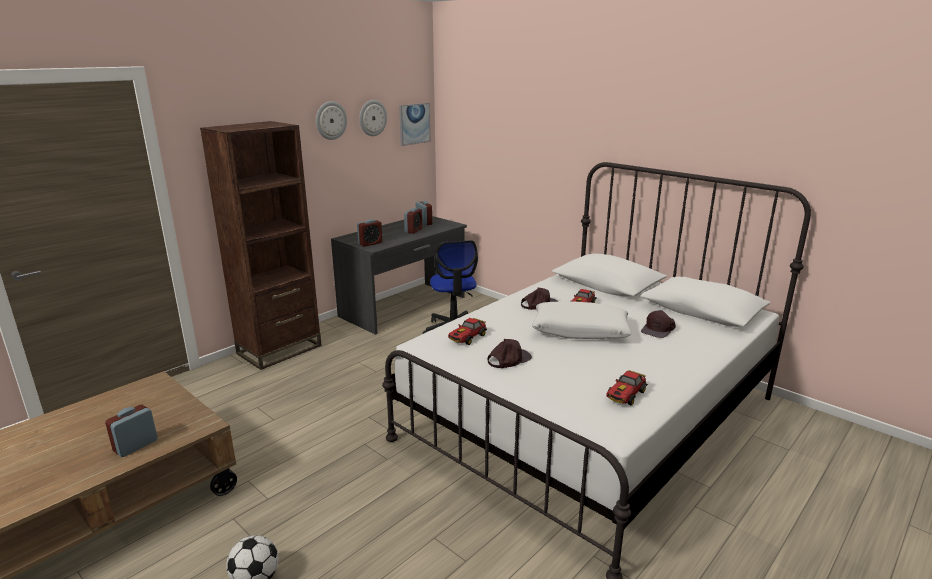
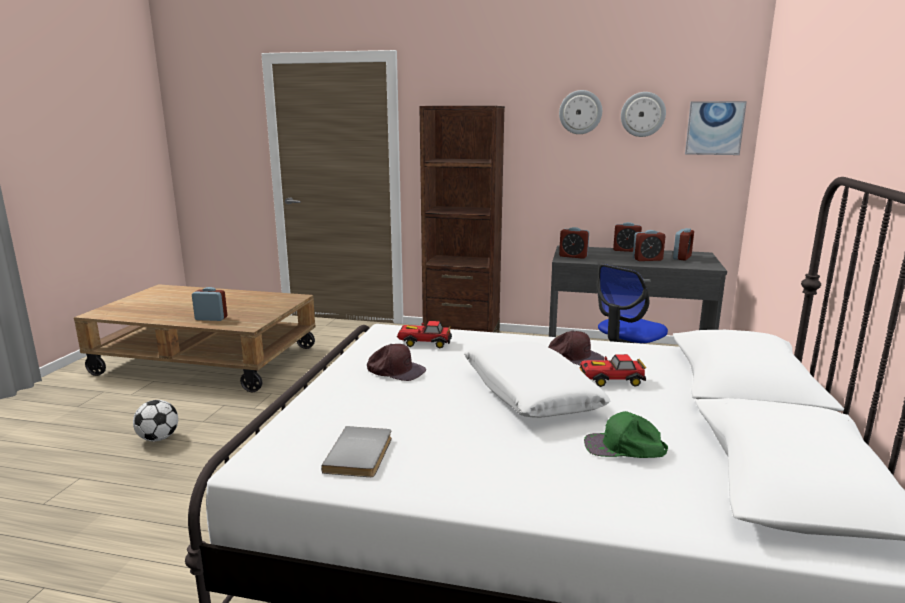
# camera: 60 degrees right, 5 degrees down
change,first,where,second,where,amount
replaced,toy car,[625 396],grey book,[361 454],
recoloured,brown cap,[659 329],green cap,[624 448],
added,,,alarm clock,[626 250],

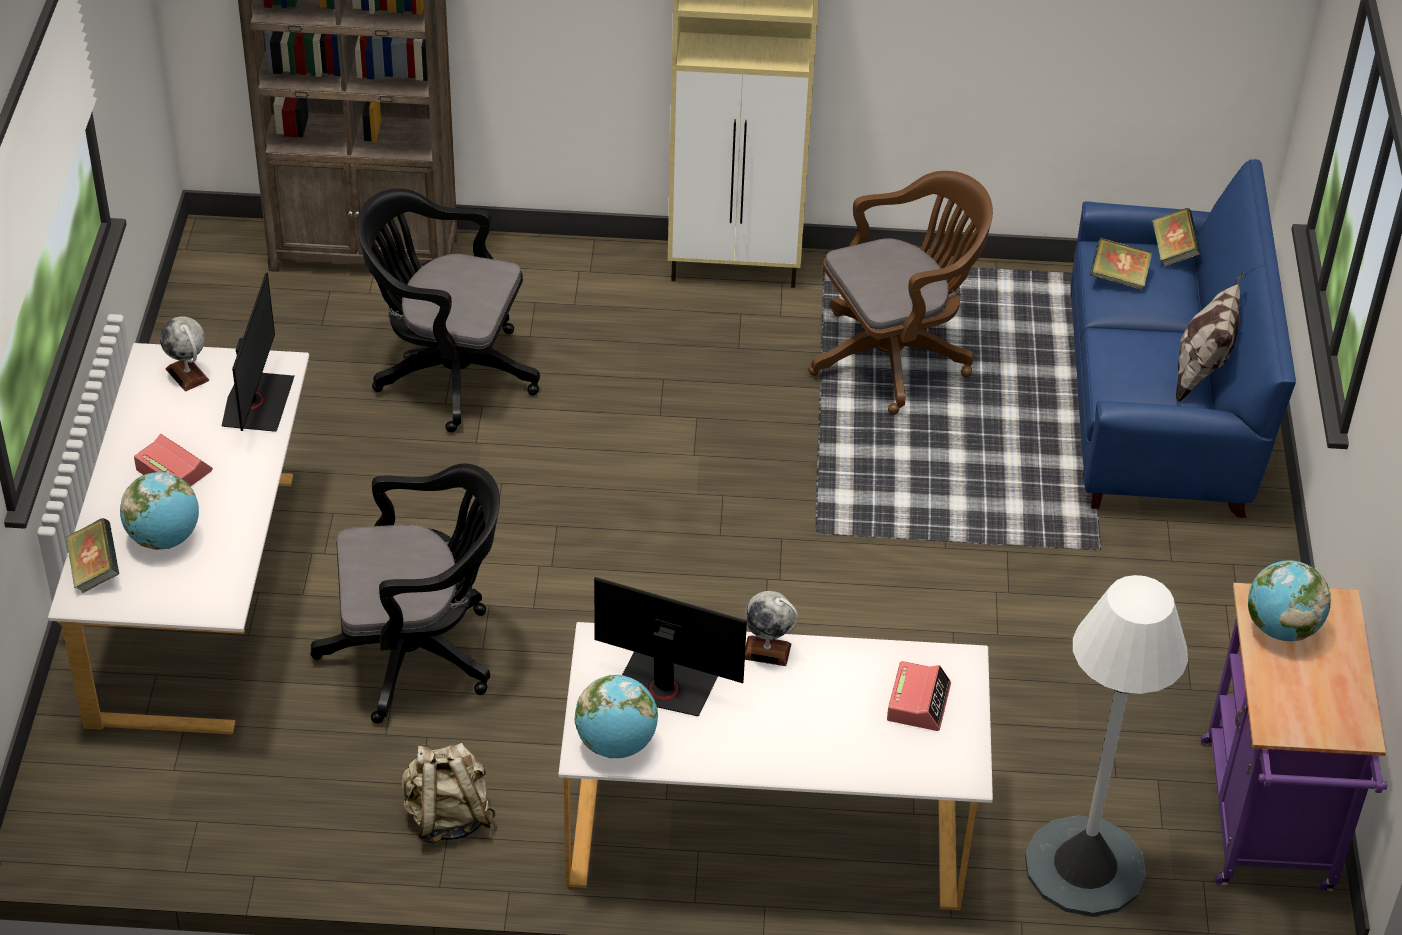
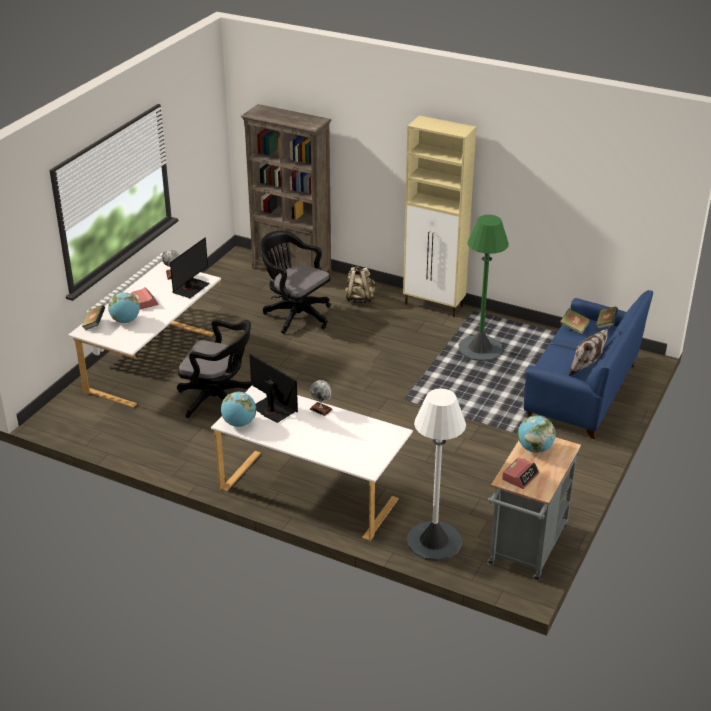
# camera: 25 degrees right, 10 degrees down
change,first,where,second,where,amount
moved,beige backpack,[447 817],,[359 299],
replaced,brown office chair,[896 356],green floor lamp,[480 349],
moved,alarm clock,[918 702],,[520 476],
recoloured,purple cart,[1268 827],grey cart,[526 550],

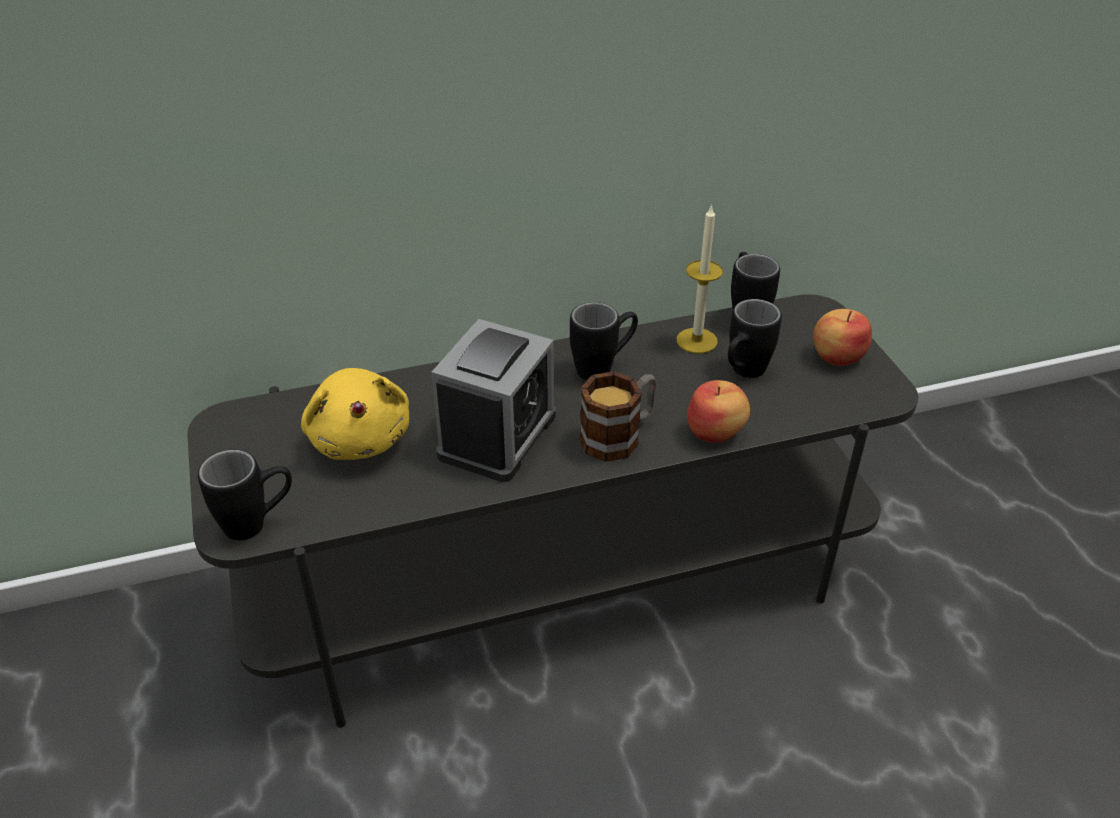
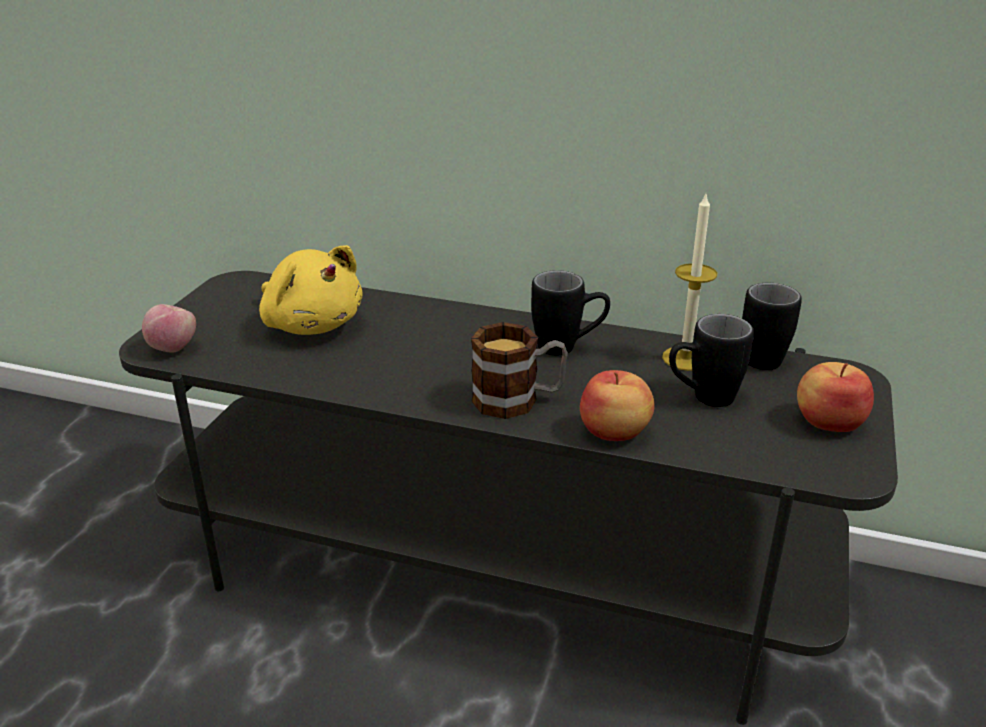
# camera: 35 degrees right, 10 degrees down
change,first,where,second,where,amount
replaced,black mug,[258 523],apple,[173 348],
turned,yellow plush toy,[360 437],,[311 324],60 degrees counterclockwise
removed,alarm clock,[497 435],,,

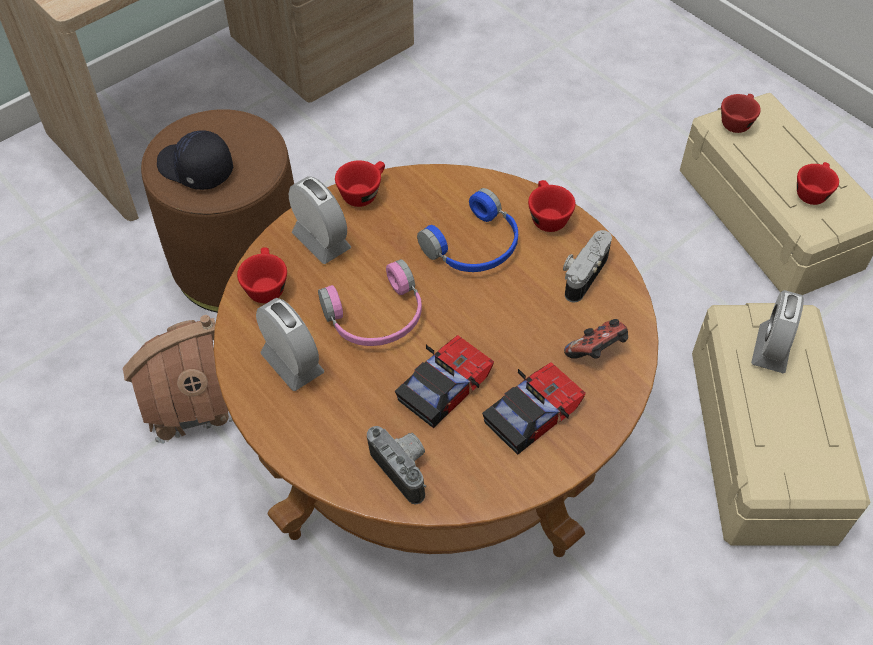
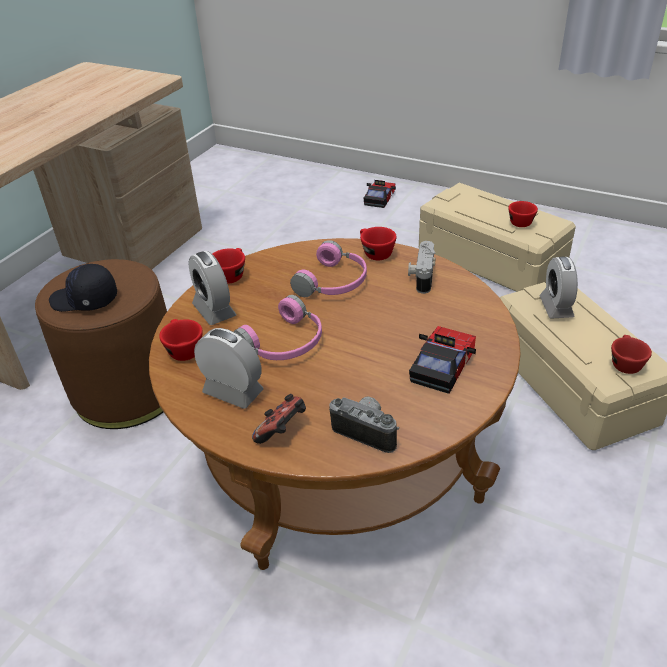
# camera: 20 degrees left, 15 degrees down
change,first,where,second,where,amount
removed,toy house,[189 402],,,
turned,alarm clock,[321 241],,[214 310],150 degrees counterclockwise
moved,toy car,[444 386],,[379 197],
recoloured,blue headphones,[475 247],pink headphones,[334 282],
moved,game controller,[597 351],,[283 431],
moved,red cup,[737 121],,[624 363],

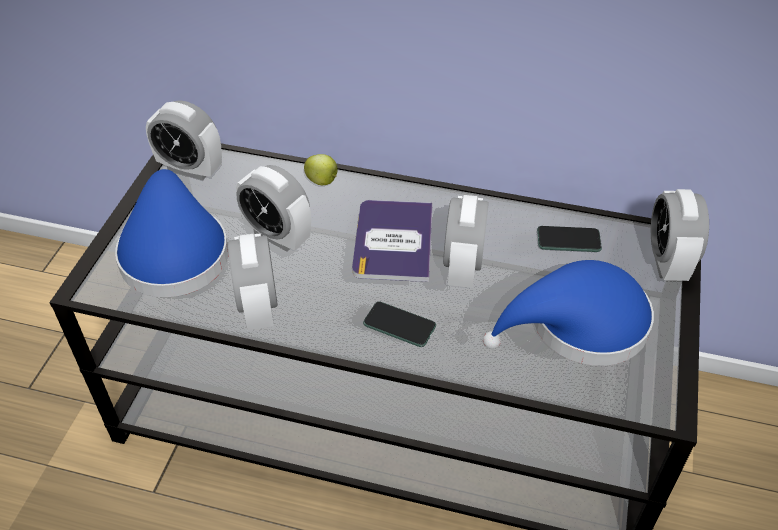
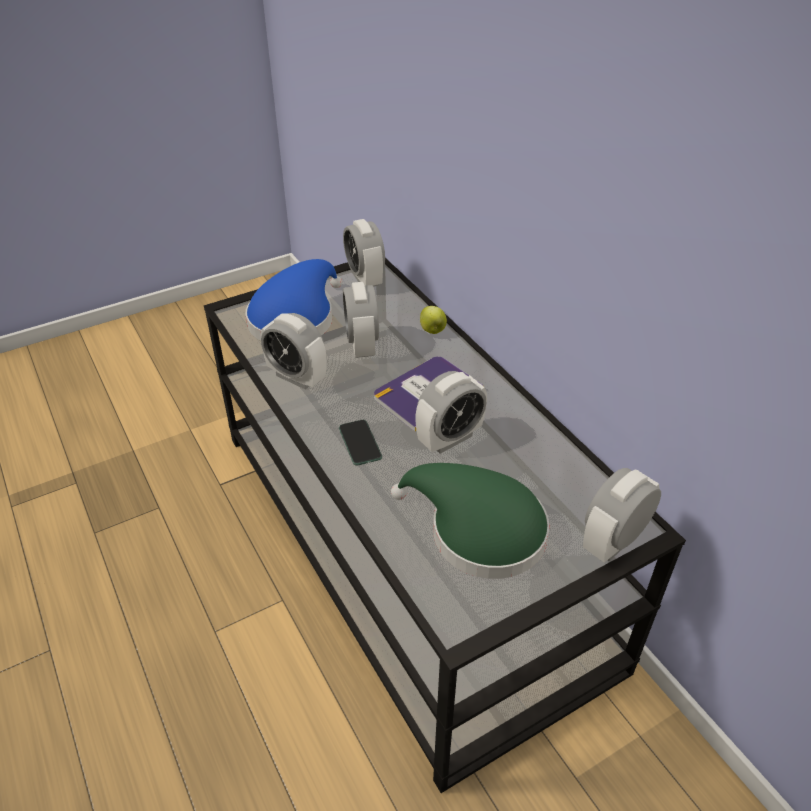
# camera: 45 degrees right, 5 degrees down
change,first,where,second,where,amount
turned,alarm clock,[258 307],,[297 377],90 degrees counterclockwise
recoloured,blue hat,[579 325],green hat,[478 530],
removed,phone,[568 240],,,

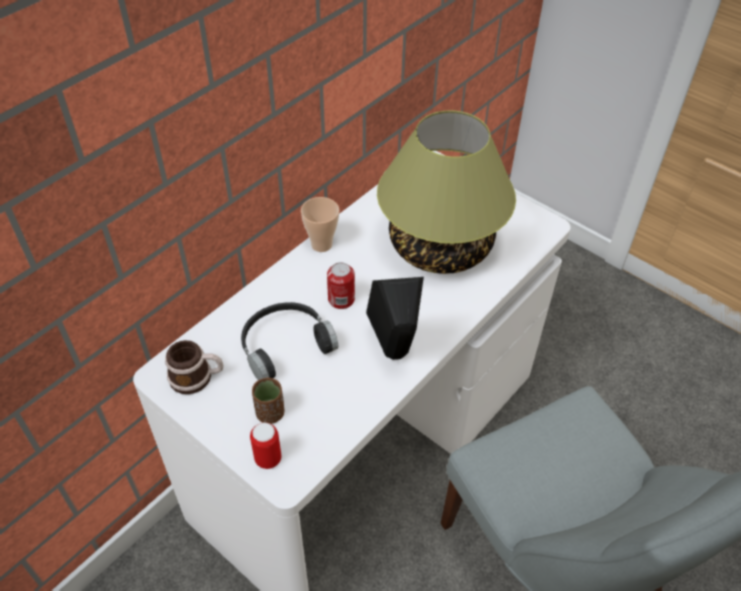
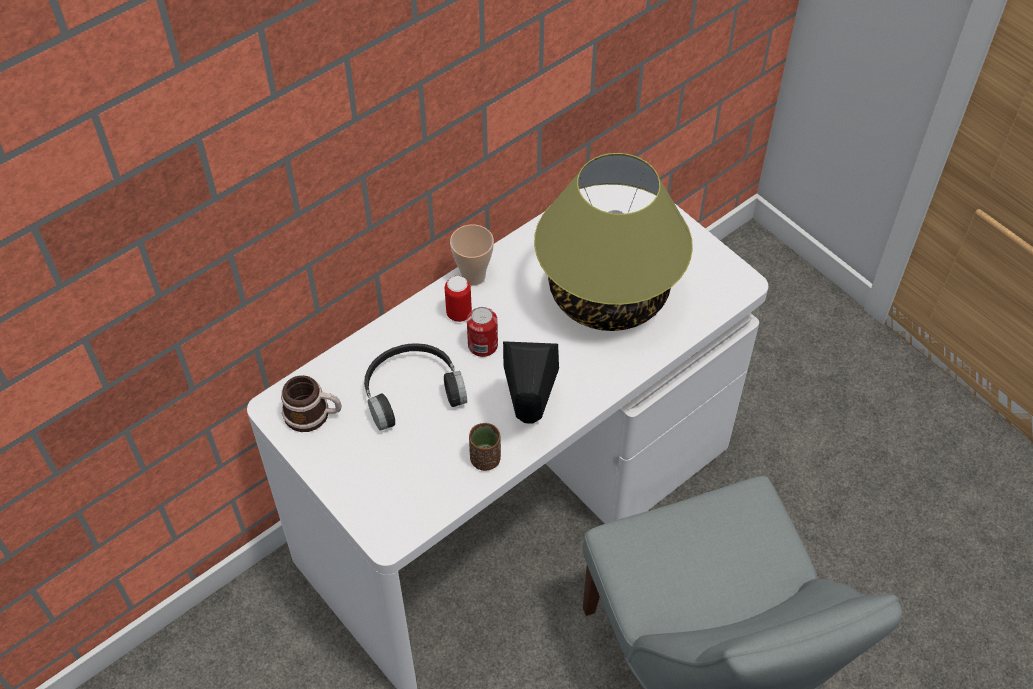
# camera: 10 degrees right, 5 degrees up
change,first,where,second,where,amount
moved,can,[268 459],,[459 314],
moved,brown cup,[270 413],,[485 459],

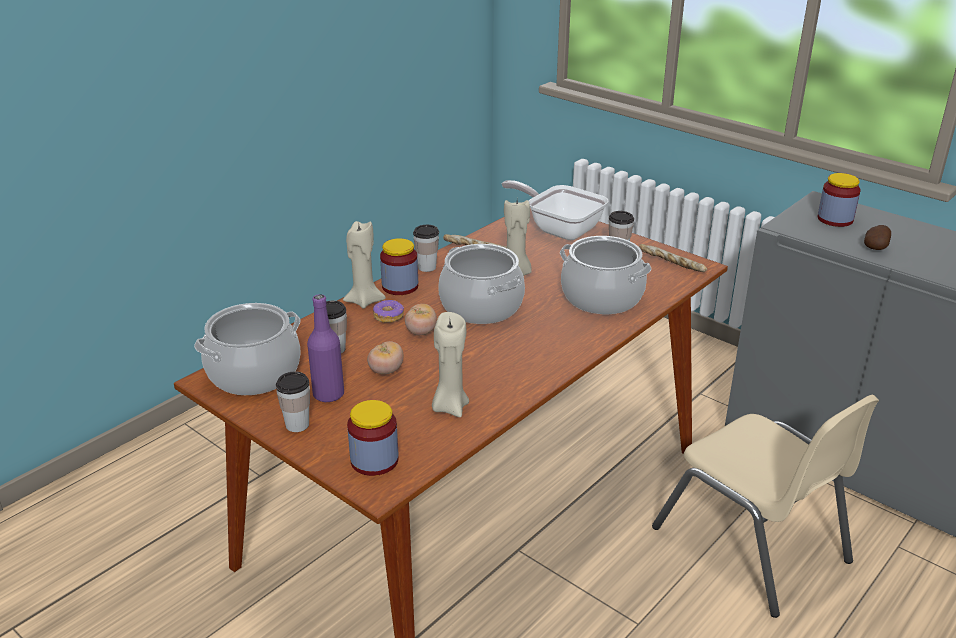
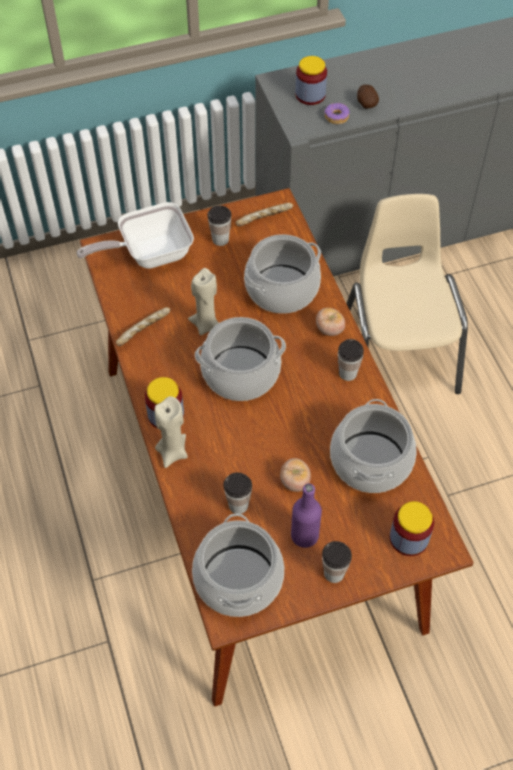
# camera: 60 degrees left, 25 degrees up
change,first,where,second,where,amount
moved,donut,[388 316],,[336 117],
moved,tomato,[421 332],,[329 329],
moved,cup,[427 267],,[348 373],
replaced,beige candle,[449 407],cooking pot,[370 461],
turned,beige chair,[751 545],,[399 349],90 degrees counterclockwise

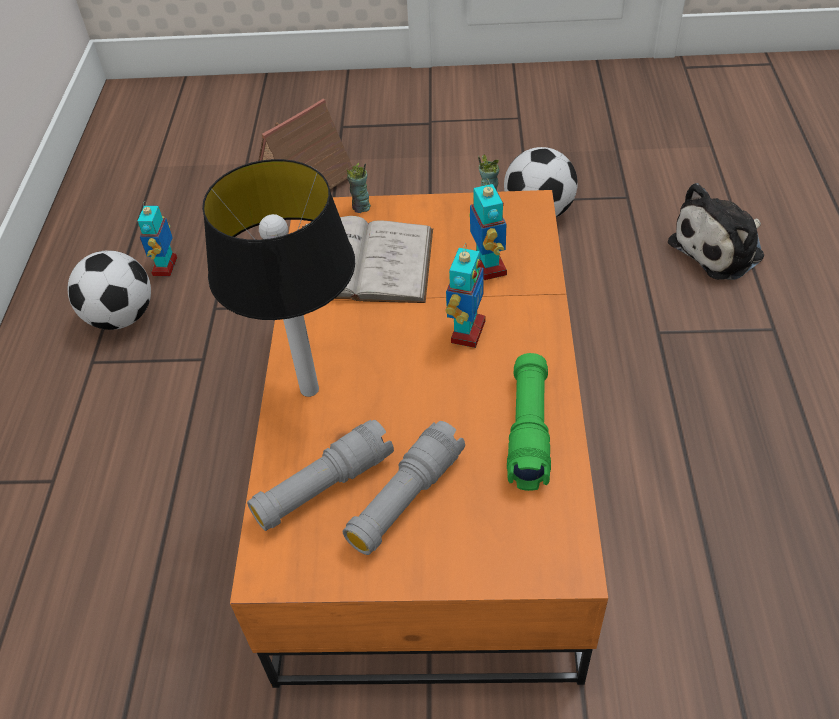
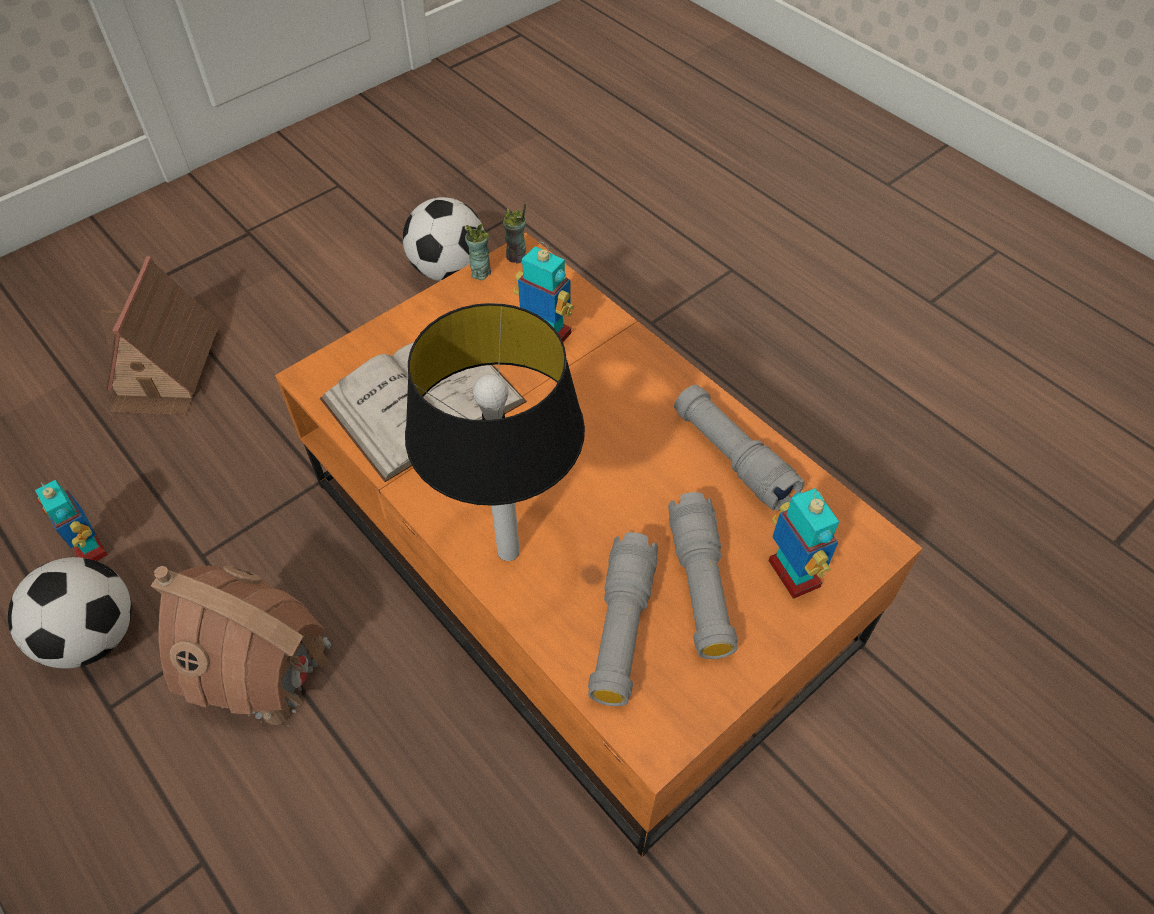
# camera: 45 degrees left, 5 degrees up
change,first,where,second,where,amount
moved,cup,[361 207],,[516 256],
moved,toy robot,[467 332],,[792 574],
recoloured,green flashlight,[528 430],grey flashlight,[732 457],
removed,plush toy,[720 248],,,
added,,,toy house,[263 670],

